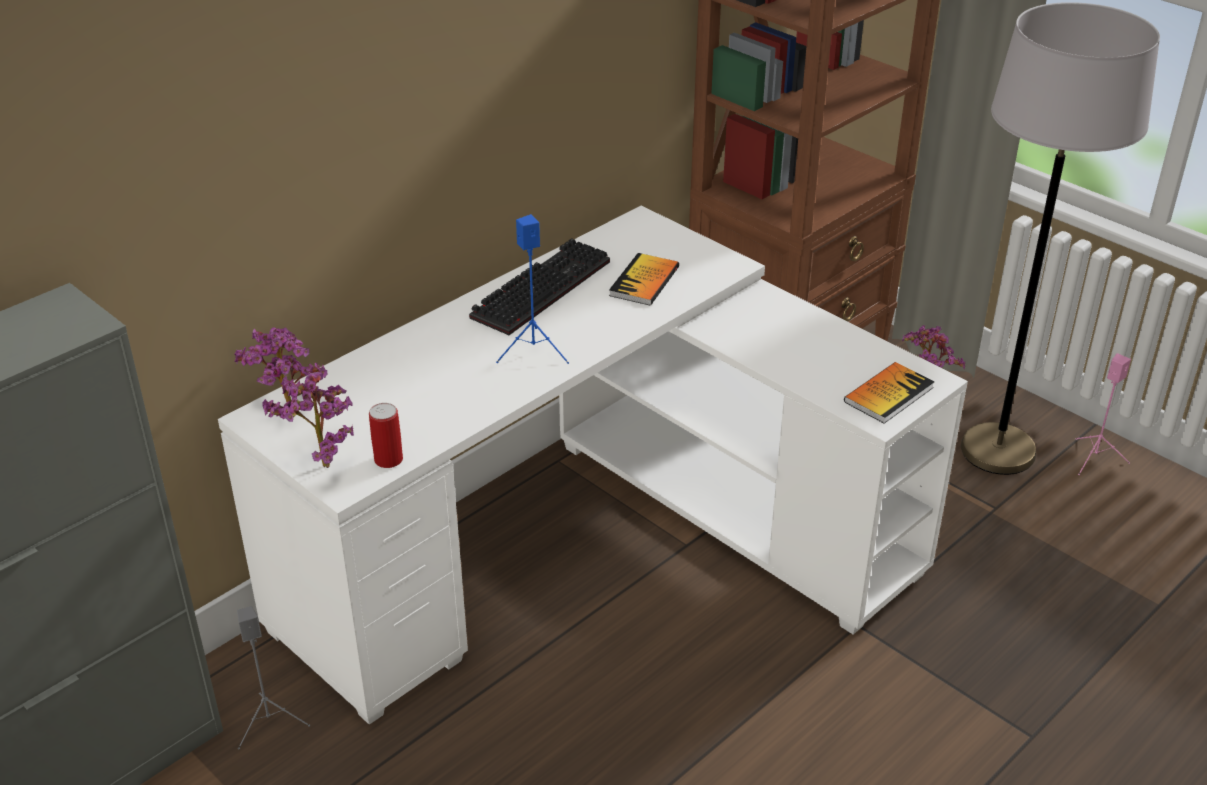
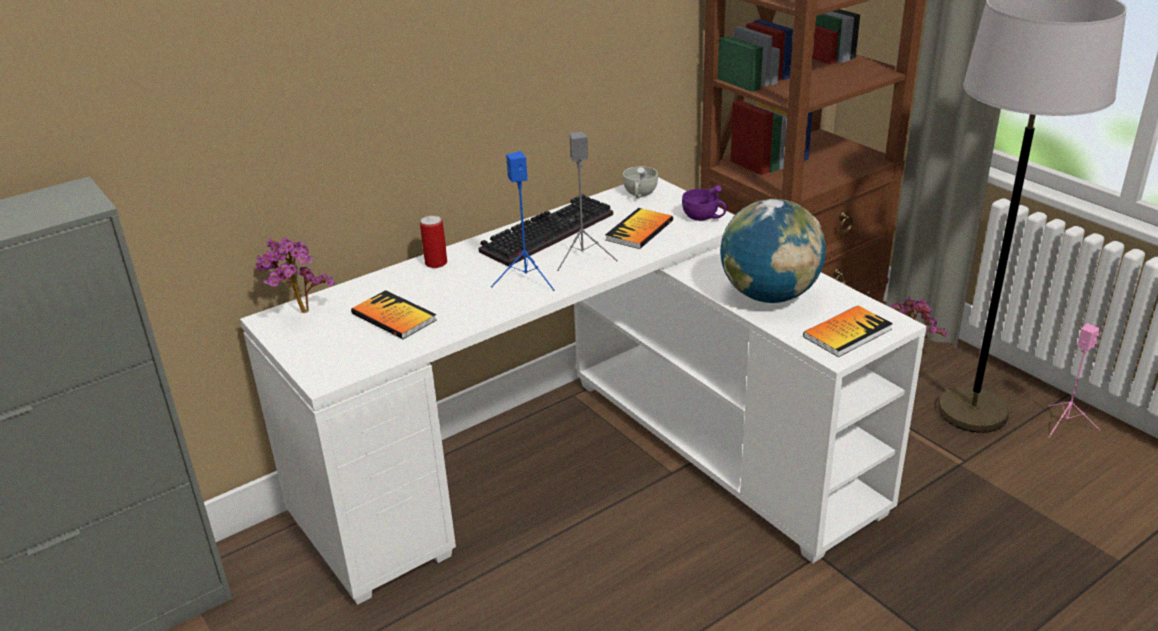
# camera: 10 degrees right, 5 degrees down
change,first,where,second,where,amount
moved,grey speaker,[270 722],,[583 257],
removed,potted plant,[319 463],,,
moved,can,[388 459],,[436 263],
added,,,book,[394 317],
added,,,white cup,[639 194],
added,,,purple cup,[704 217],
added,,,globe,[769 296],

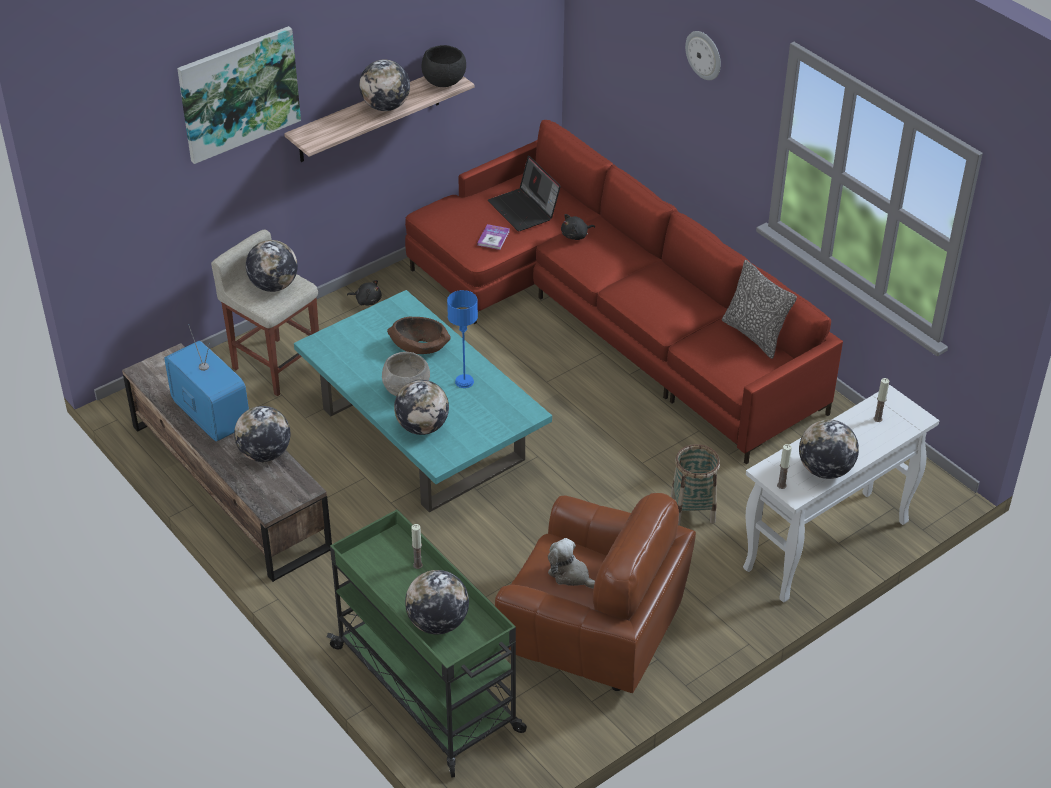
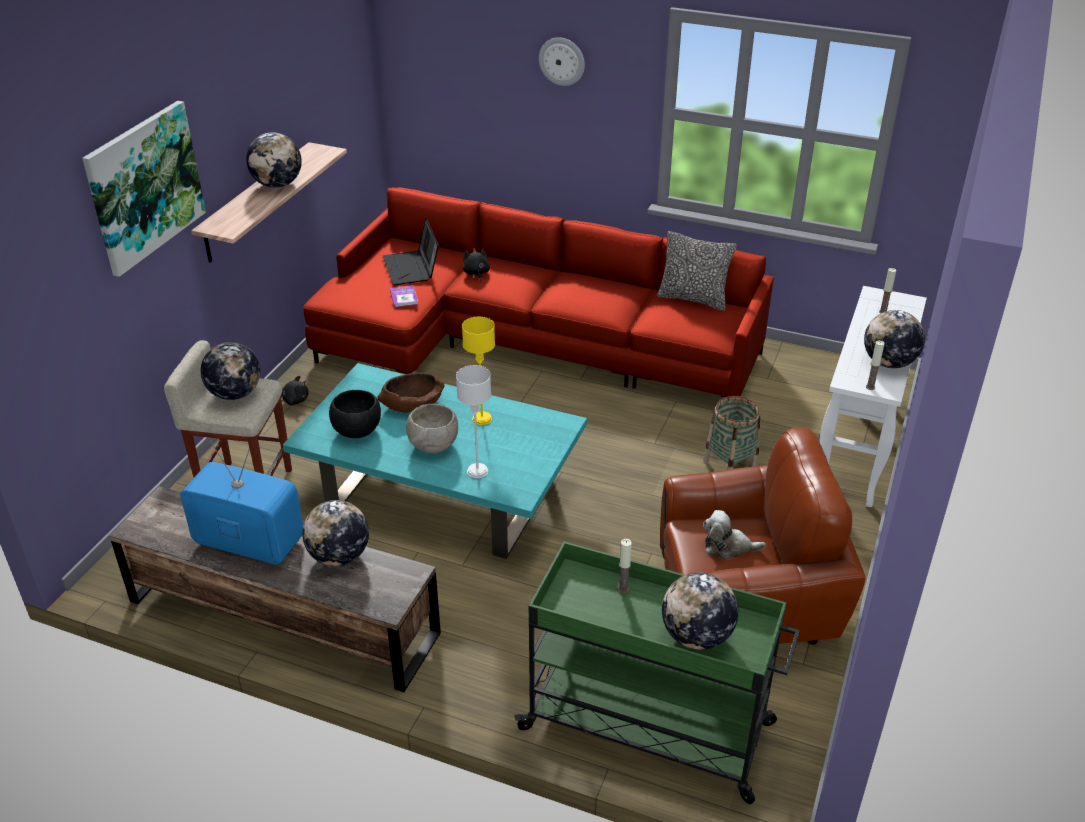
# camera: 30 degrees left, 5 degrees down
change,first,where,second,where,amount
replaced,globe,[422 427],grey table lamp,[478 471],
moved,black bowl,[444 83],,[358 431],
recoloured,blue table lamp,[464 381],yellow table lamp,[482 418],
turned,laptop,[524 210],,[412 268],45 degrees clockwise
turned,black plush toy,[576 235],,[476 273],135 degrees clockwise

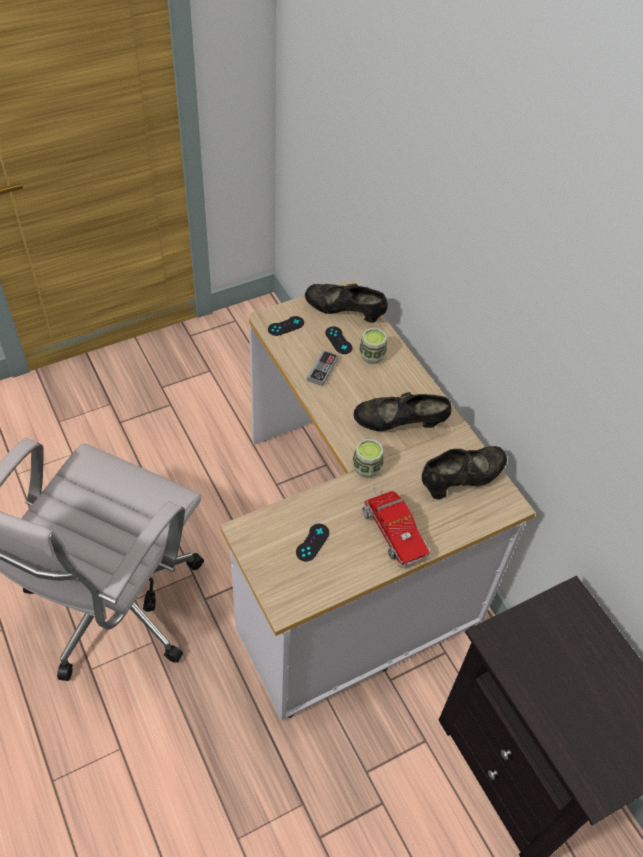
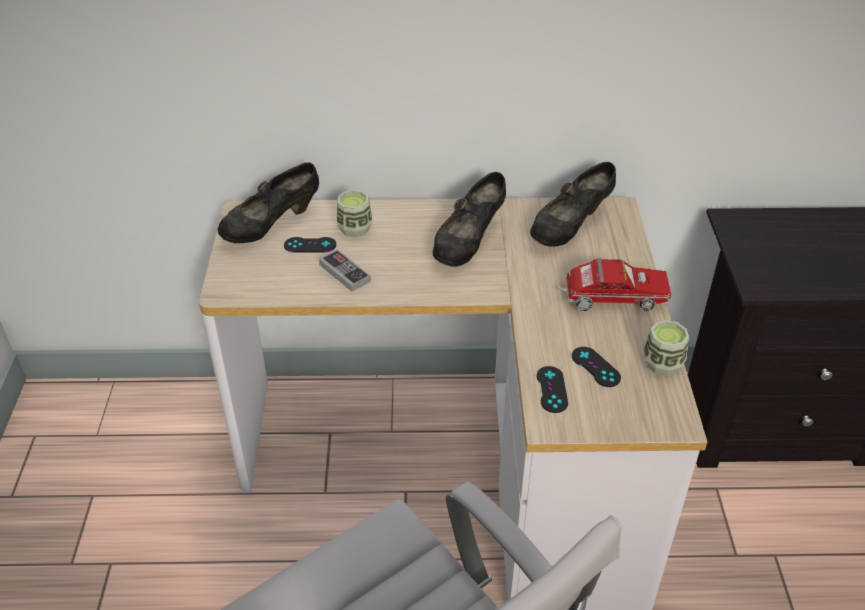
# camera: 60 degrees left, 10 degrees down
change,first,where,second,where,amount
moved,black game controller,[286 326],,[552 389],
moved,cup,[366 468],,[662 363],
turned,black shoe,[461 480],,[570 227],135 degrees counterclockwise

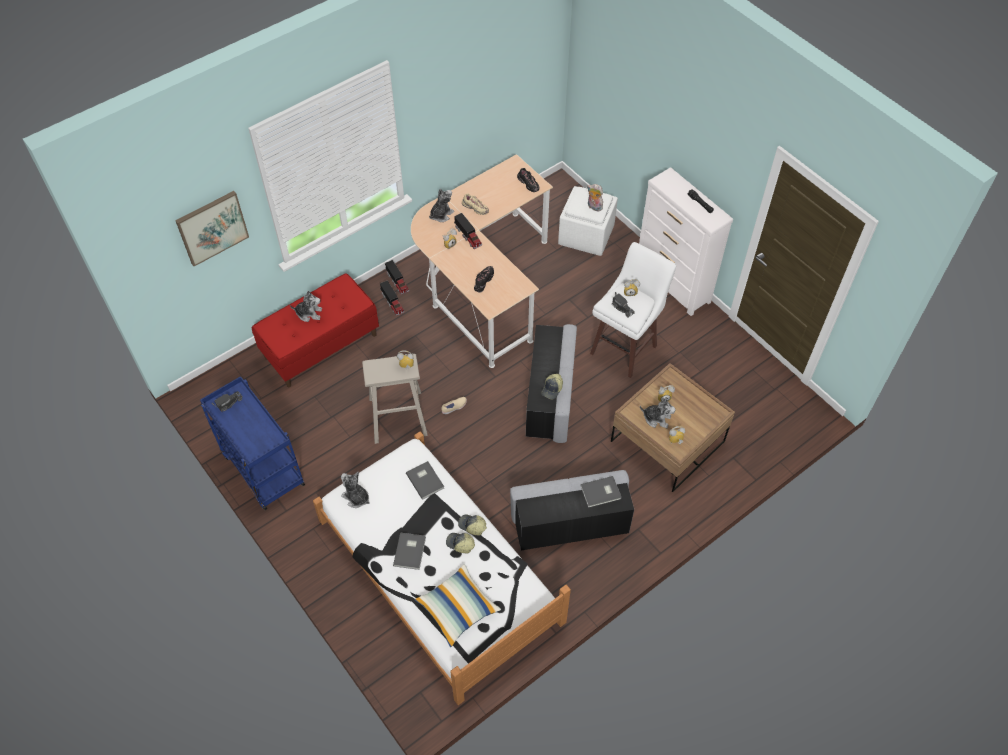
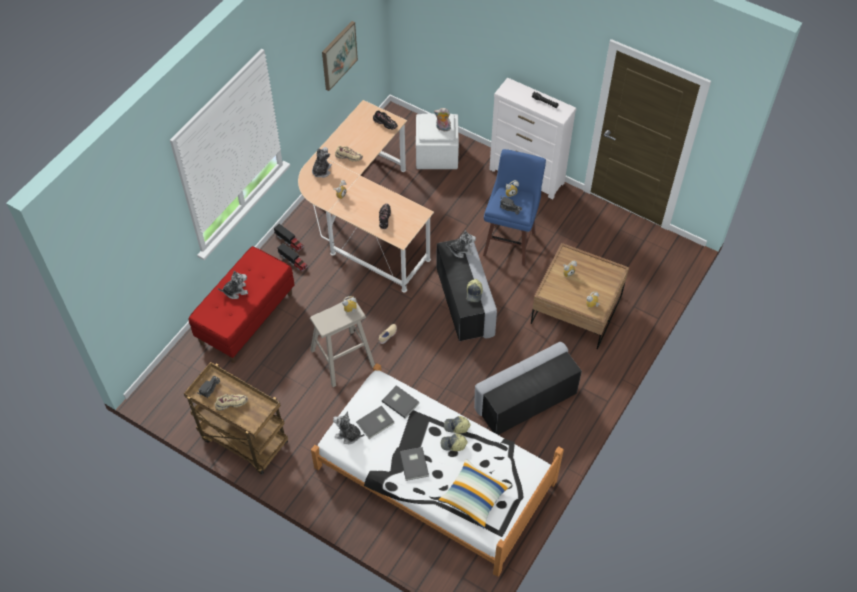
# camera: 20 degrees left, 0 degrees up
change,first,where,second,where,amount
moved,picture,[212 227],,[338 55],
recoloured,blue cart,[262 469],brown cart,[243 440],
removed,toy truck,[468 236],,,
moved,grey book,[601 493],,[376 423],
recoloured,white stool,[625 349],blue stool,[510 243],
moved,plush toy,[656 418],,[461 250],
added,,,beige shoe,[231 404],

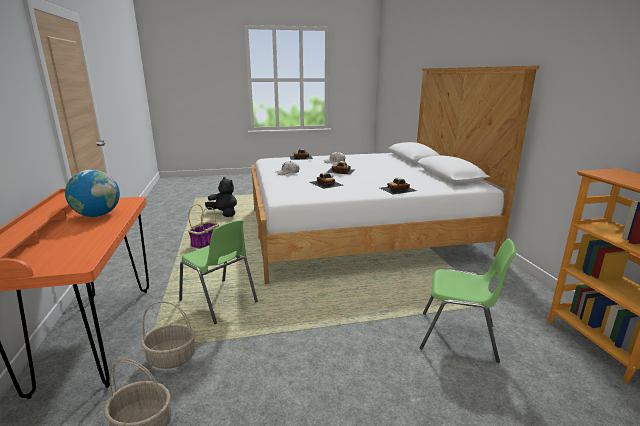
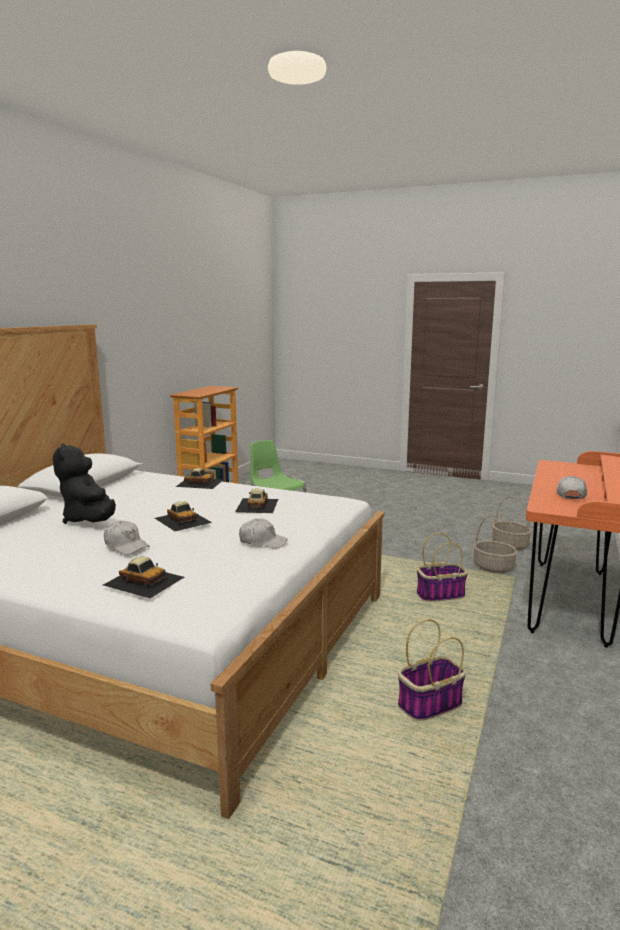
# camera: 145 degrees left, 5 degrees down
change,first,where,second,where,amount
replaced,globe,[98 215],white cap,[570 495],
replaced,green chair,[219 301],basket,[440 594],
moved,black plush toy,[224 214],,[89 520],

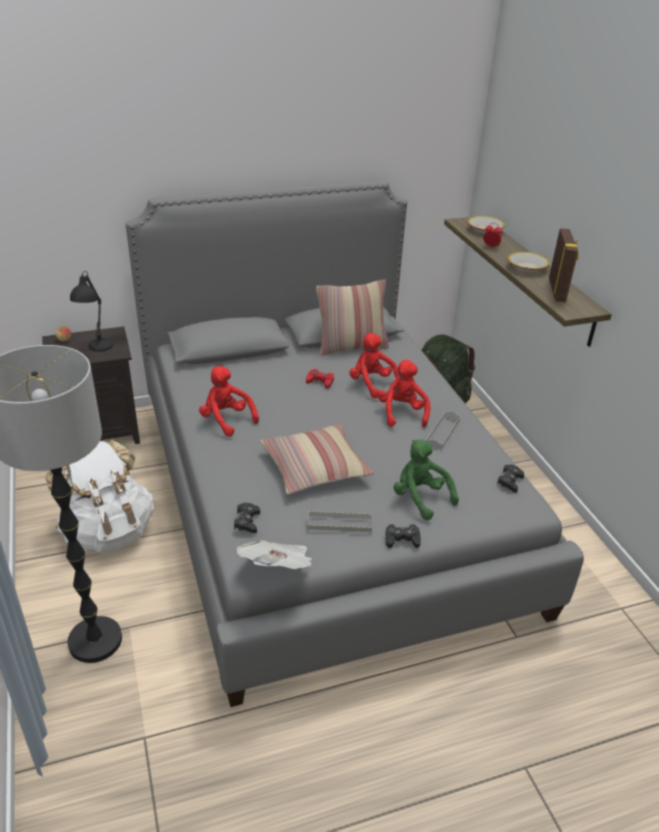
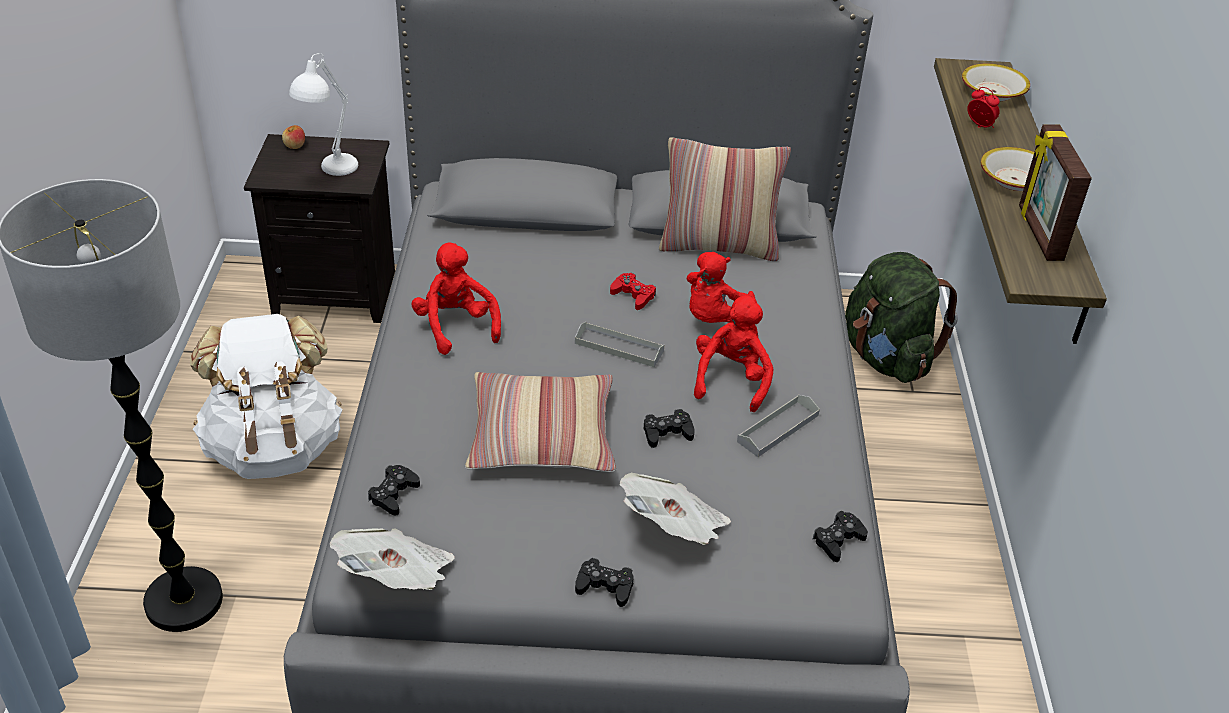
# camera: 20 degrees right, 5 degrees up
change,first,where,second,where,amount
recoloured,black table lamp,[96 350],white table lamp,[329 172],
moved,grey tray,[339 523],,[619 347],
turned,red plush toy,[372 384],,[714 318],135 degrees counterclockwise
replaced,green plush toy,[420 498],newspaper,[674 528],
turned,picture frame,[557 290],,[1038 234],150 degrees clockwise
added,,,black game controller,[667 433],

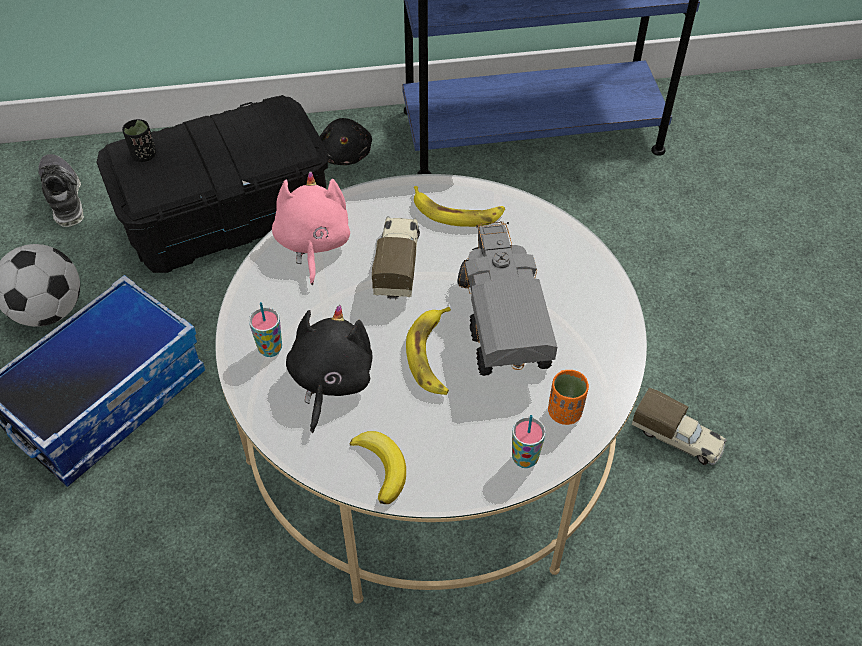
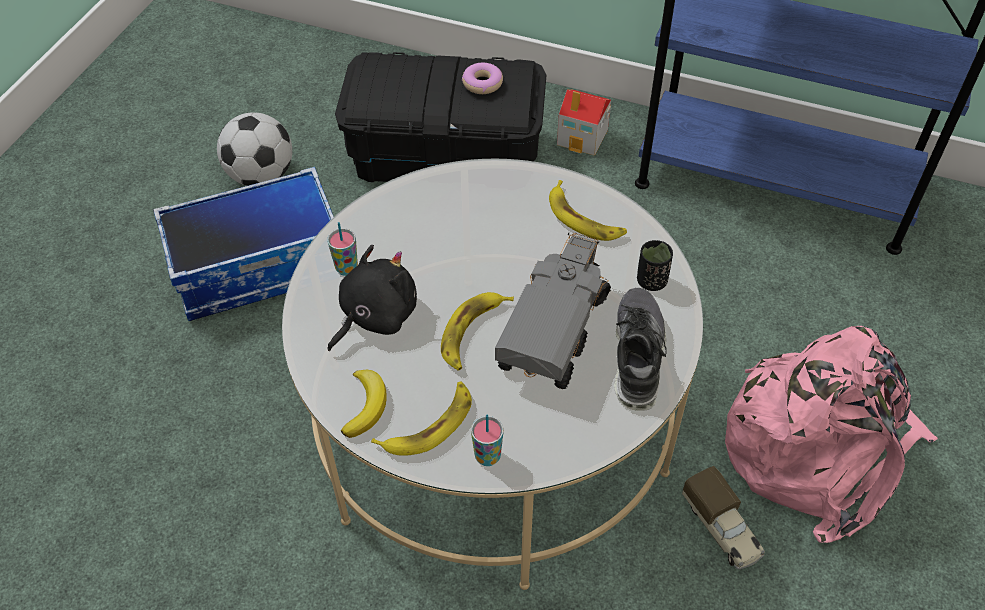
# camera: 30 degrees right, 0 degrees up
change,first,where,second,where,amount
moved,shoe,[63 196],,[636 355],
moved,black cup,[144 155],,[651 281],
removed,pink plush toy,[313 244],,,
replaced,black plush toy,[345 154],toy house,[583 137],
removed,toy truck,[397 265],,,
removed,orange cup,[565 412],,,
added,,,banana,[429 425],
added,,,donut,[482 83],
added,,,pink backpack,[817 449],

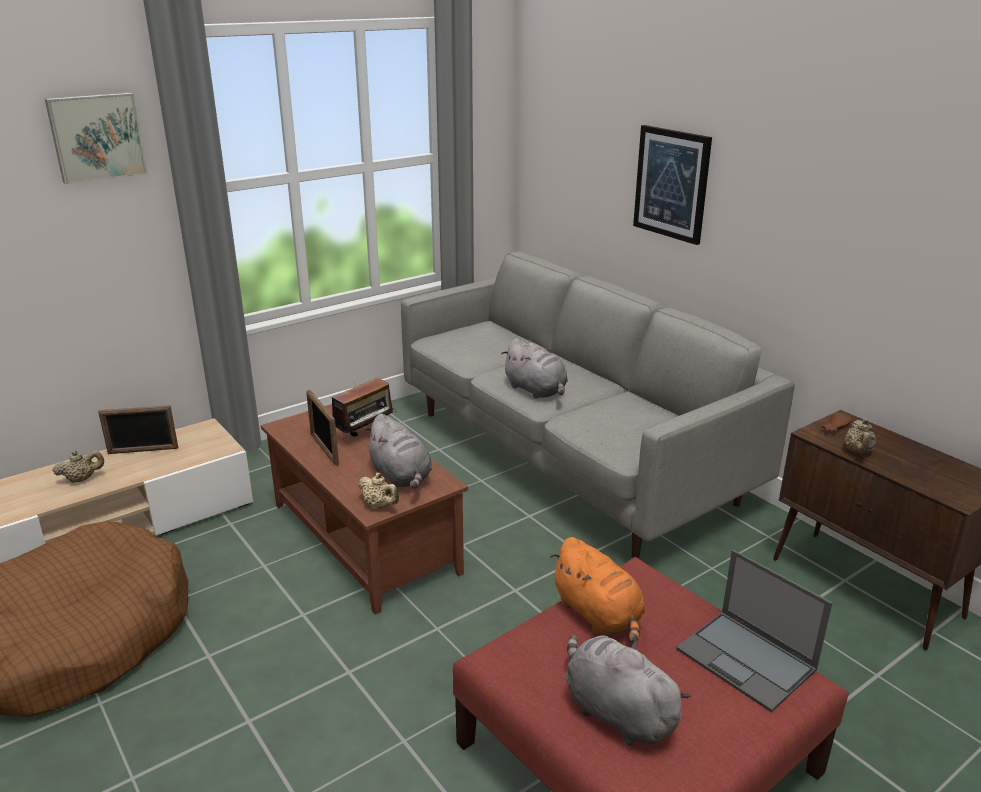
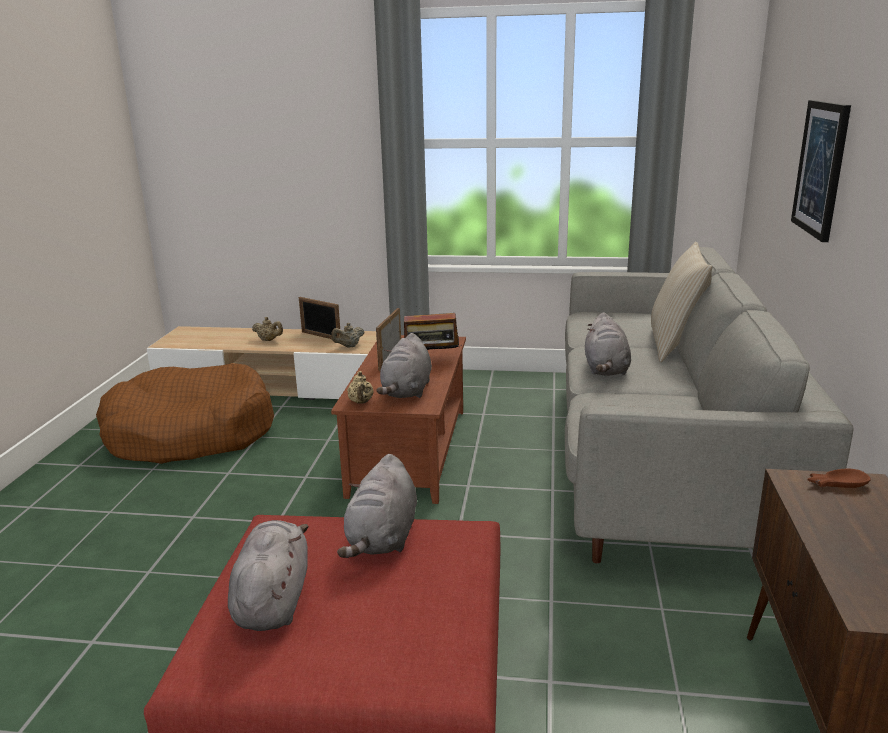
# camera: 45 degrees right, 5 degrees down
change,first,where,second,where,amount
removed,picture,[96 137],,,
recoloured,orange plush toy,[599 615],grey plush toy,[382 538],
removed,laptop,[747 660],,,
moved,beige teapot,[858 452],,[349 346],
added,,,beige pillow,[674 345],

